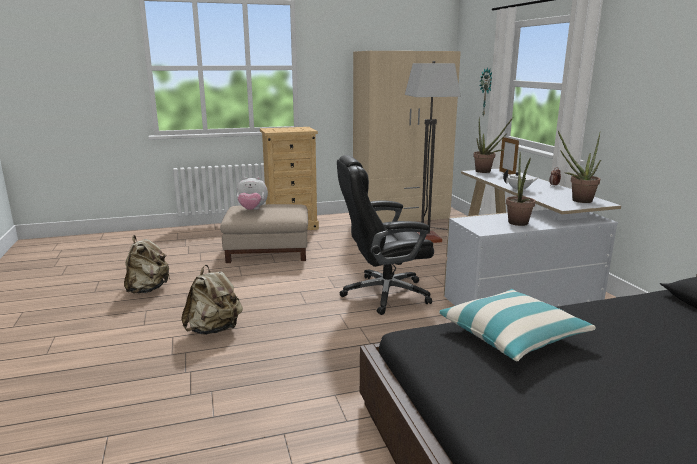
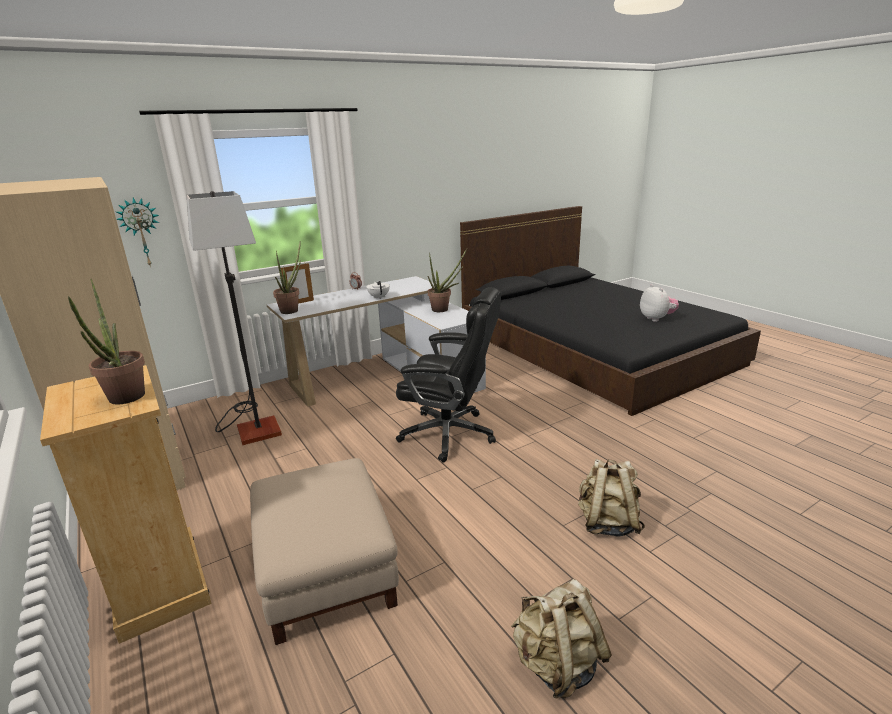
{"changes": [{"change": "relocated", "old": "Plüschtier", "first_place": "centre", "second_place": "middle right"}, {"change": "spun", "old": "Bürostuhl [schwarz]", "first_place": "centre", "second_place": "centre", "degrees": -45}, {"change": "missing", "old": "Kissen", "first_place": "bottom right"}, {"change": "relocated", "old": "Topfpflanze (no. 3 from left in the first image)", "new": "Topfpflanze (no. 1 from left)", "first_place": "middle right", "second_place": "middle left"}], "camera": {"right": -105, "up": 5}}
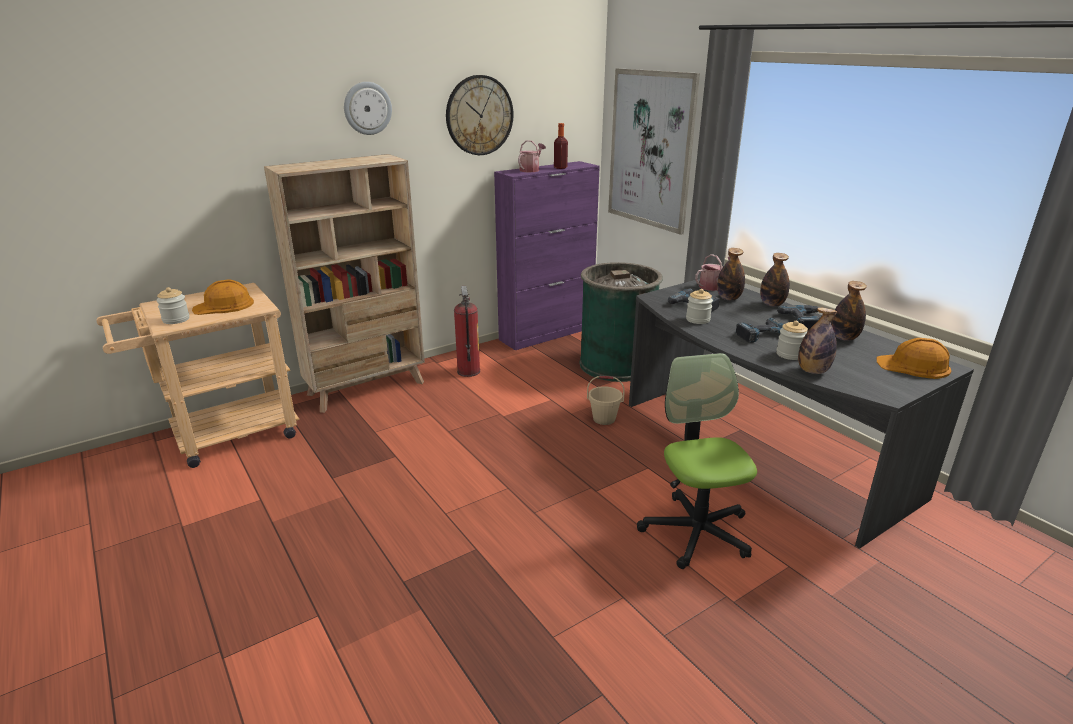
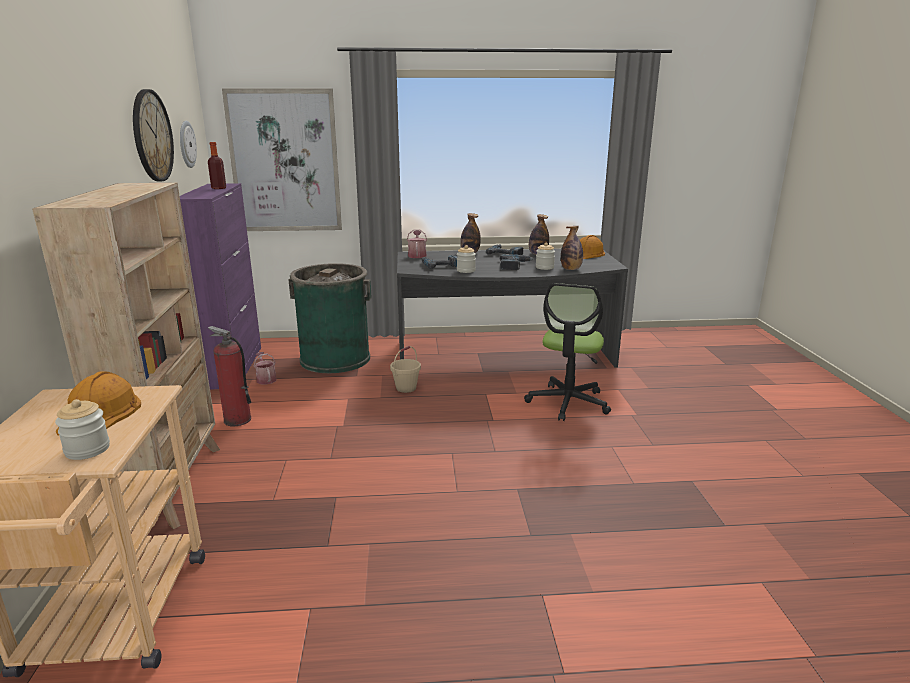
{"changes": [{"change": "relocated", "old": "Wanduhr (no. 1 from left in the first image)", "new": "Wanduhr (no. 2 from left)", "first_place": "top centre", "second_place": "top left"}, {"change": "relocated", "old": "Gießkanne (no. 1 from left)", "first_place": "top centre", "second_place": "middle left"}, {"change": "spun", "old": "Bürostuhl", "first_place": "centre", "second_place": "centre", "degrees": -90}, {"change": "missing", "old": "Flasche (no. 2 from left)", "first_place": "middle right"}], "camera": {"right": -60, "up": -5}}
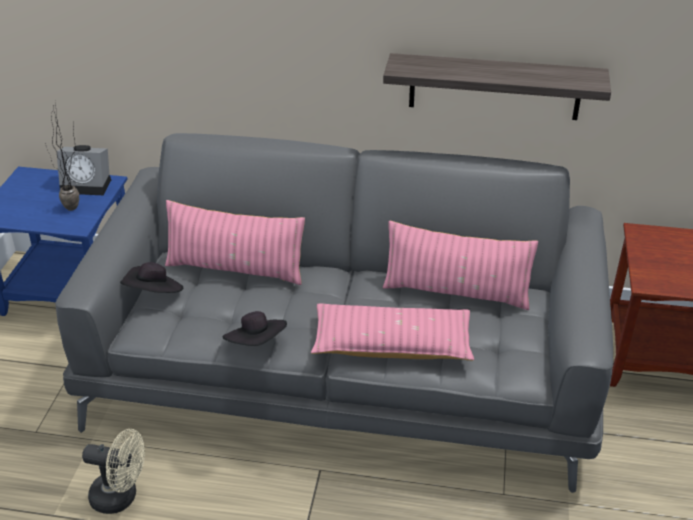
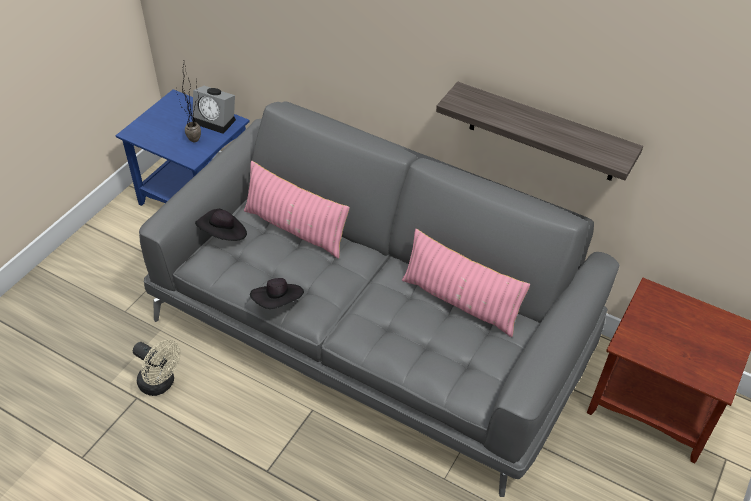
{"changes": [{"change": "missing", "old": "Kissen [rosa] (no. 2 from left)", "first_place": "centre"}], "camera": {"right": 20, "up": 10}}
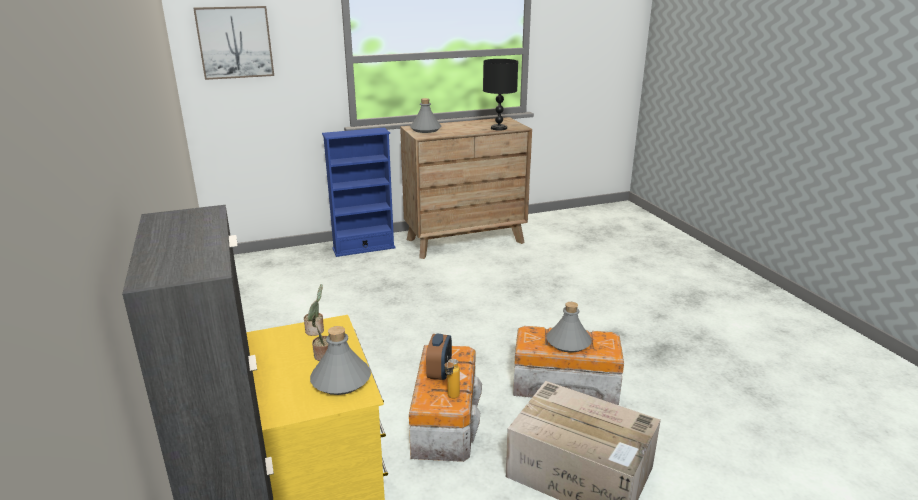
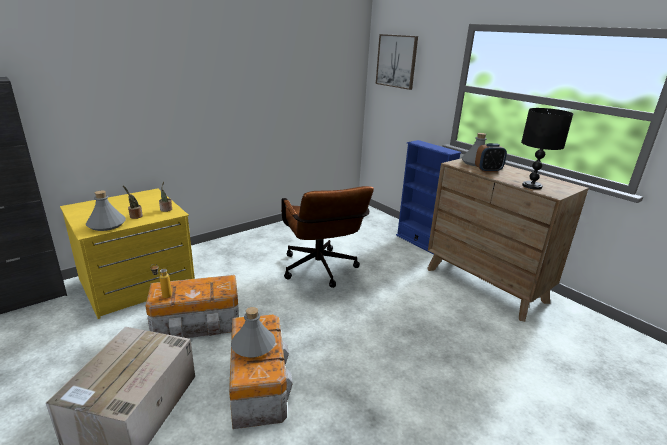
{"changes": [{"change": "relocated", "old": "Wecker", "first_place": "bottom centre", "second_place": "middle right"}, {"change": "appeared", "new": "Bürostuhl [braun]", "second_place": "centre"}], "camera": {"right": 70, "up": 0}}
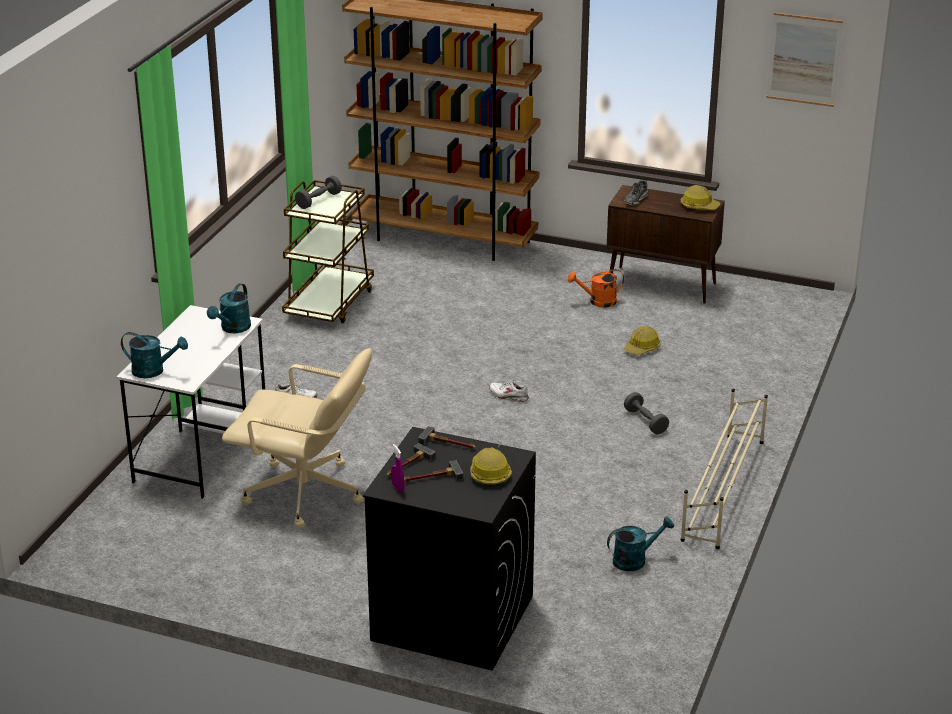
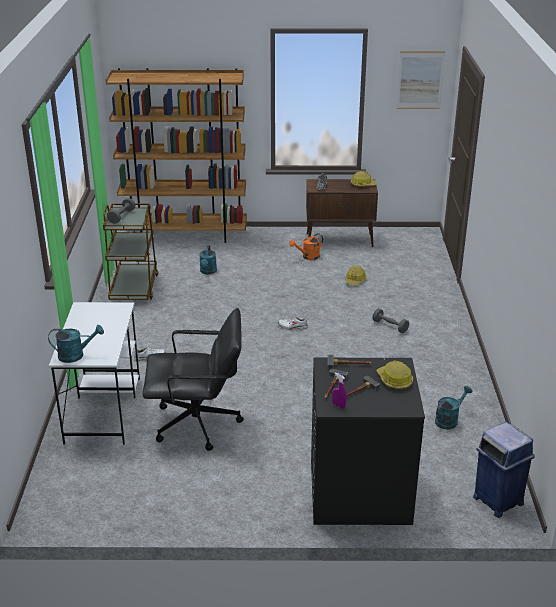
{"changes": [{"change": "relocated", "old": "Gießkanne [türkis] (no. 2 from left)", "first_place": "middle left", "second_place": "centre"}, {"change": "colour", "old": "Bürostuhl [beige]", "new": "Bürostuhl [schwarz]", "first_place": "middle left", "second_place": "centre"}, {"change": "missing", "old": "Schuhregal [beige]", "first_place": "middle right"}, {"change": "appeared", "new": "Mülleimer [blau]", "second_place": "bottom right"}], "camera": {"right": -20, "up": 0}}
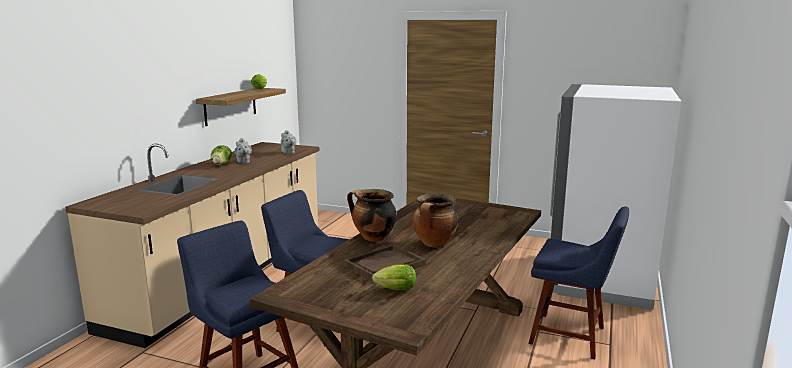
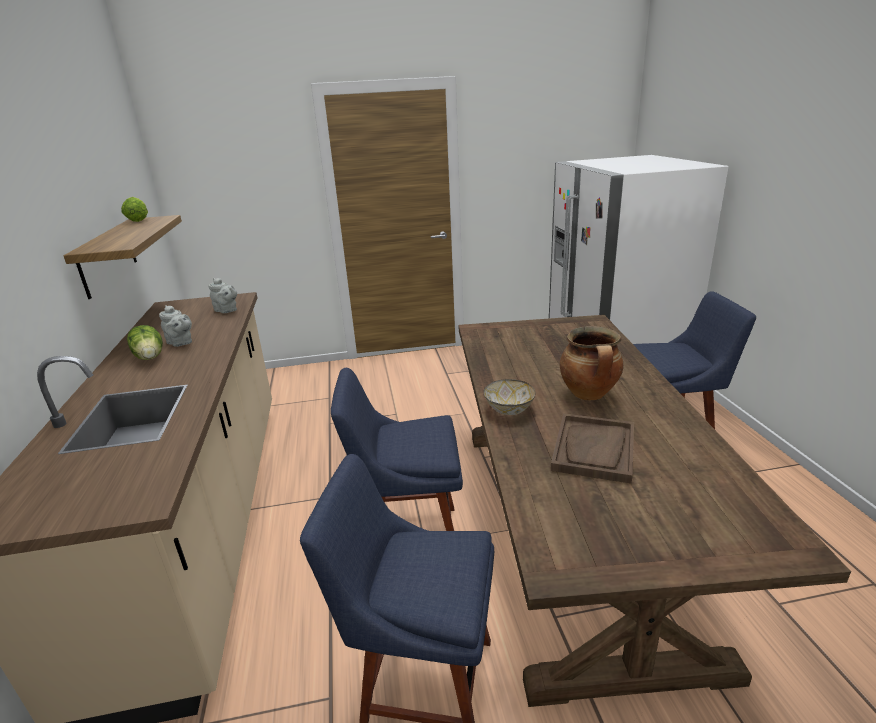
{"changes": [{"change": "exchanged", "old": "Kochtopf (no. 1 from left)", "new": "Schüssel", "first_place": "centre", "second_place": "centre"}, {"change": "missing", "old": "Salatkopf (no. 3 from left)", "first_place": "bottom centre"}], "camera": {"right": -30, "up": 10}}
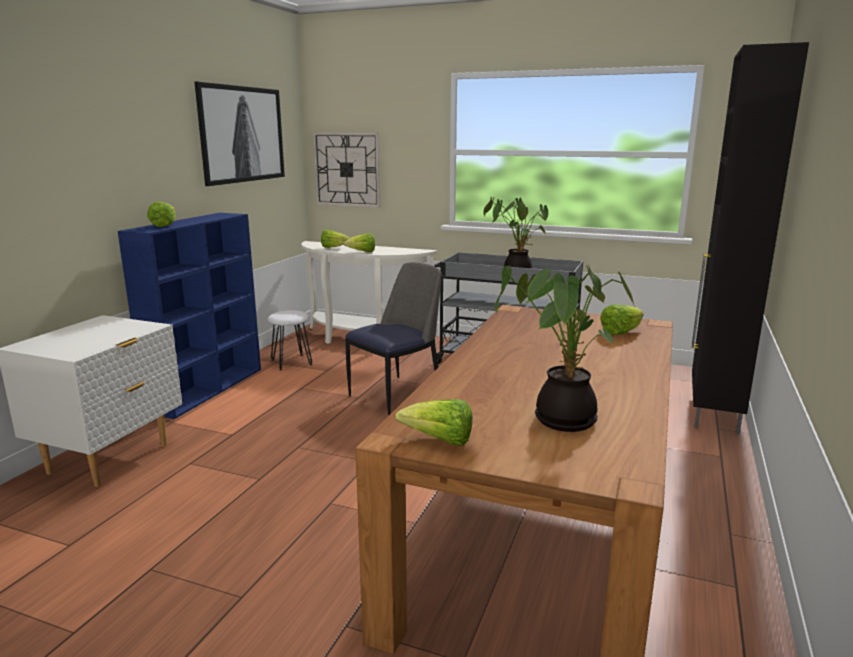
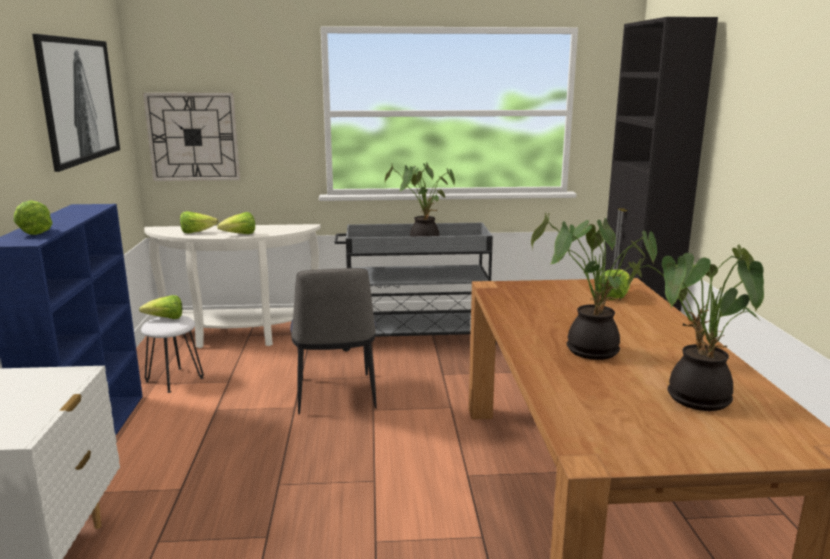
{"changes": [{"change": "spun", "old": "Stuhl", "first_place": "centre", "second_place": "centre", "degrees": 150}, {"change": "relocated", "old": "Salatkopf (no. 4 from left in the first image)", "new": "Salatkopf (no. 2 from left)", "first_place": "centre", "second_place": "middle left"}, {"change": "appeared", "new": "Topfpflanze (no. 2 from left)", "second_place": "middle right"}], "camera": {"right": -25, "up": 0}}
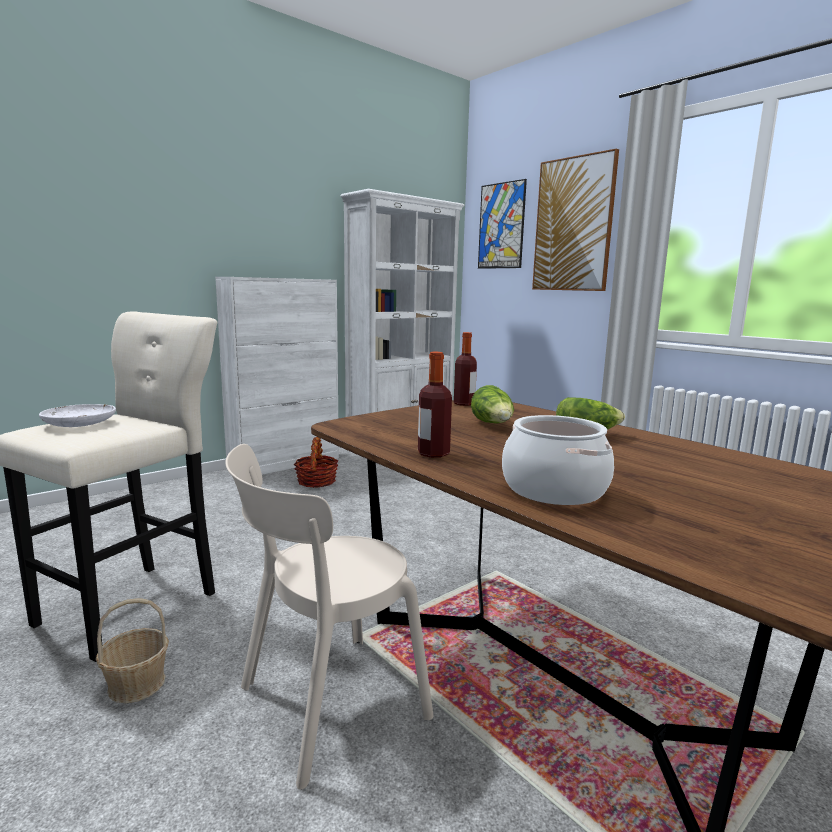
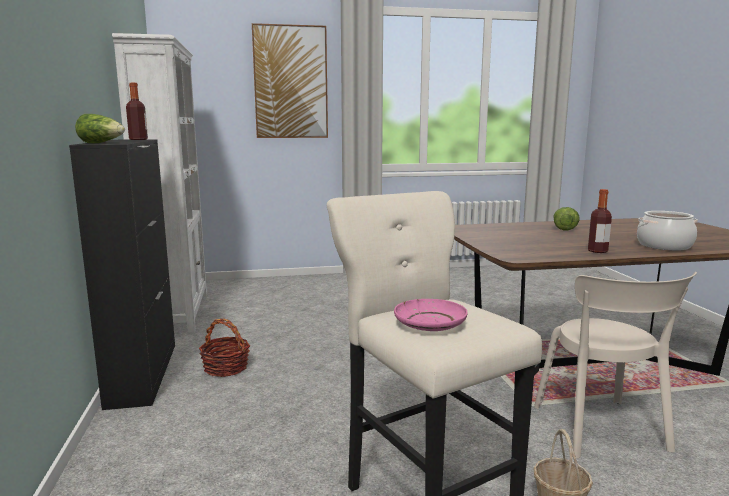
{"changes": [{"change": "colour", "old": "Teller [weiß]", "new": "Teller [rosa]", "first_place": "middle left", "second_place": "centre"}, {"change": "colour", "old": "Schrank [weiß]", "new": "Schrank [schwarz]", "first_place": "middle left", "second_place": "middle left"}, {"change": "relocated", "old": "Flasche (no. 2 from left in the first image)", "new": "Flasche (no. 1 from left)", "first_place": "centre", "second_place": "top left"}, {"change": "relocated", "old": "Salatkopf (no. 1 from left)", "first_place": "centre", "second_place": "top left"}, {"change": "missing", "old": "Bild (no. 1 from left)", "first_place": "top centre"}], "camera": {"right": -60, "up": 0}}
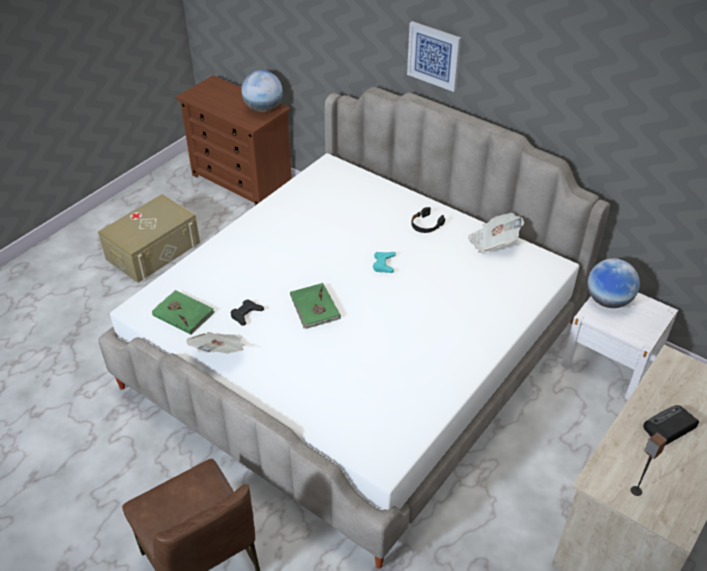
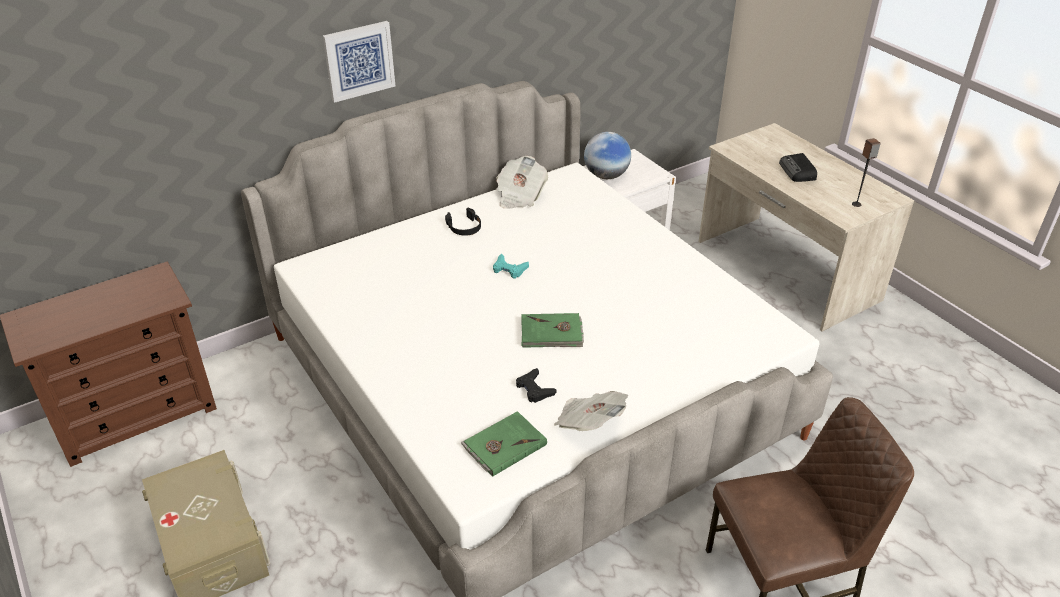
{"changes": [{"change": "missing", "old": "Globus (no. 1 from left)", "first_place": "top centre"}], "camera": {"right": -70, "up": -5}}
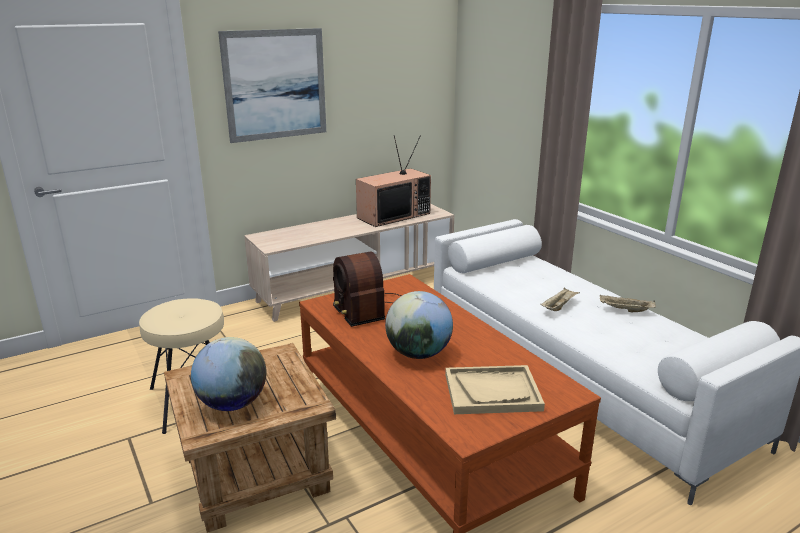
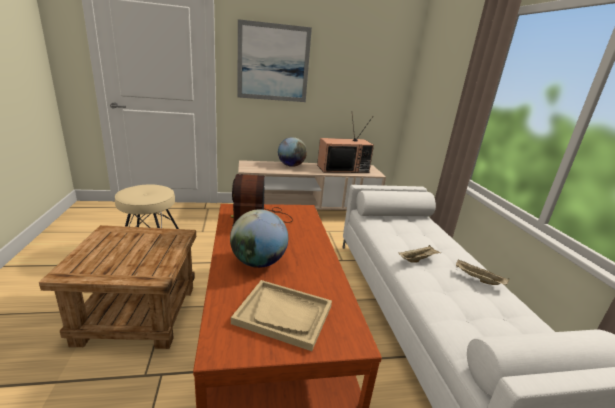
{"changes": [{"change": "relocated", "old": "Globus (no. 1 from left in the first image)", "new": "Globus (no. 2 from left)", "first_place": "bottom left", "second_place": "centre"}], "camera": {"right": 20, "up": 0}}
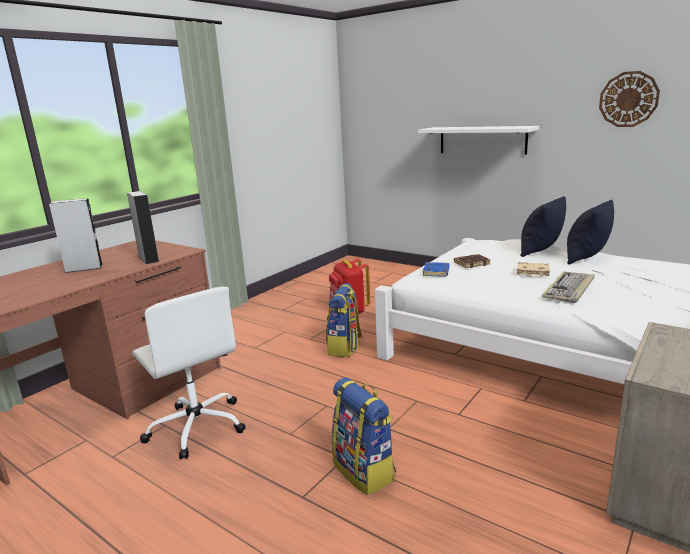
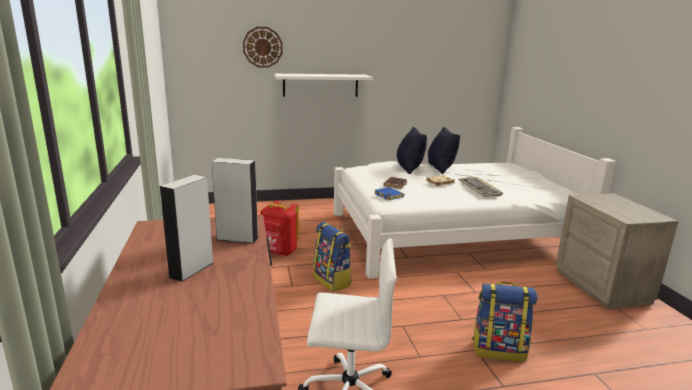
{"changes": [{"change": "relocated", "old": "Wanduhr", "first_place": "top right", "second_place": "top centre"}], "camera": {"right": -50, "up": 0}}
